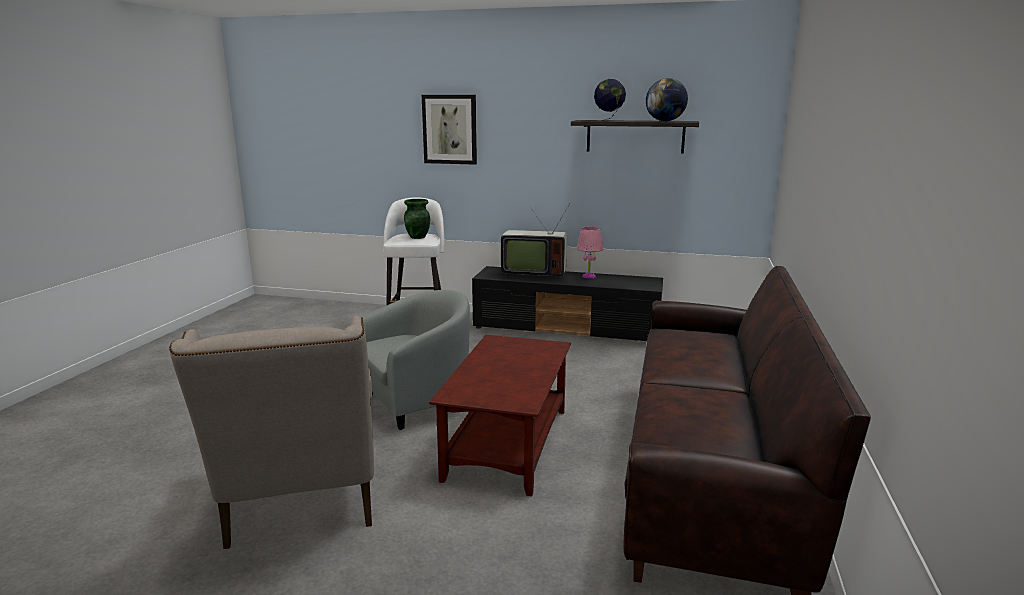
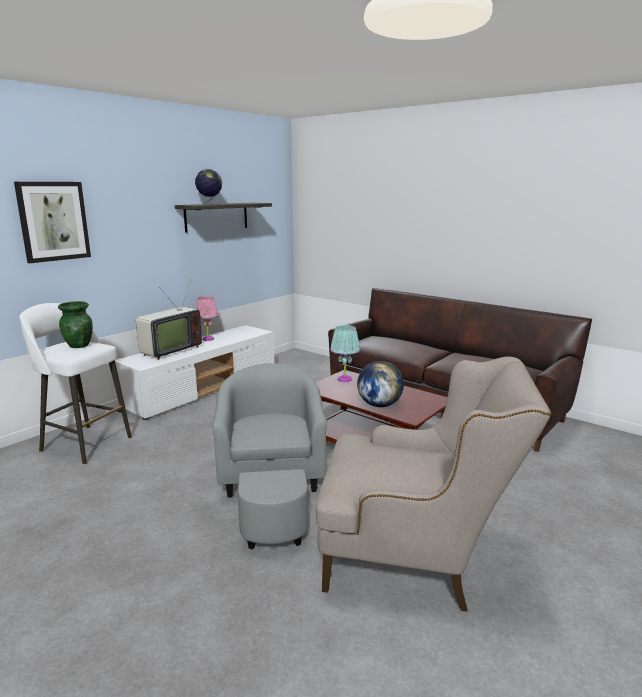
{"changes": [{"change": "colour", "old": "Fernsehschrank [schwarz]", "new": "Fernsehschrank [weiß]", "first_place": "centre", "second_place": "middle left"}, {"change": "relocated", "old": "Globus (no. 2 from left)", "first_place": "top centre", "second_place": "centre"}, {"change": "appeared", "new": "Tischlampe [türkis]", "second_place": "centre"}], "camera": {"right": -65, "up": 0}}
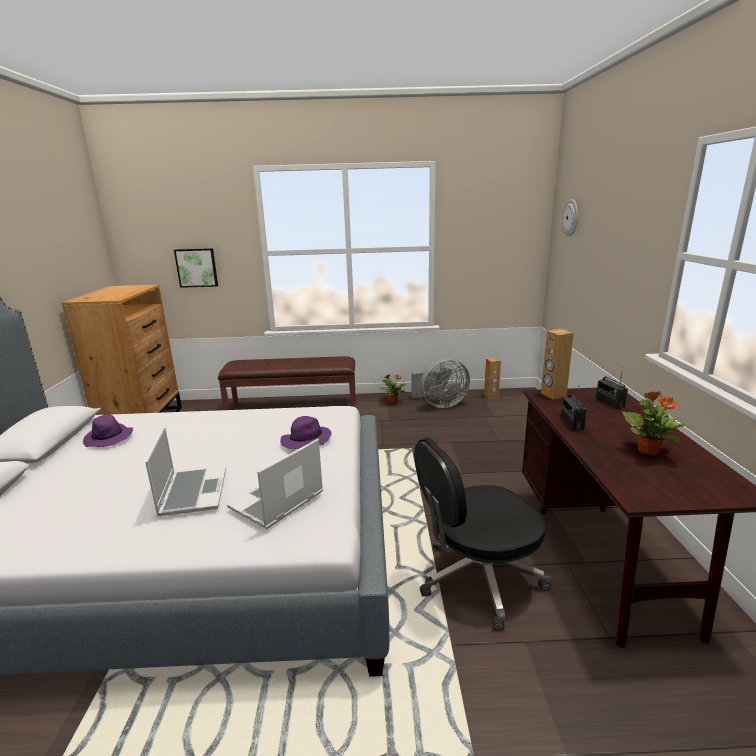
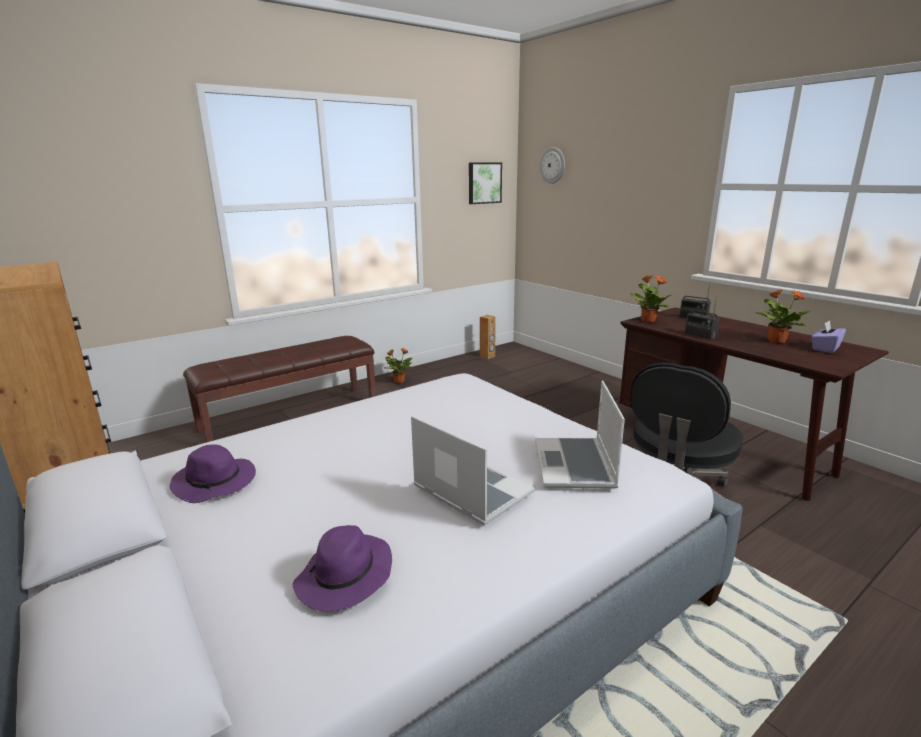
{"changes": [{"change": "relocated", "old": "Bild", "first_place": "middle left", "second_place": "top centre"}, {"change": "relocated", "old": "Hut [lila] (no. 2 from left)", "first_place": "centre", "second_place": "bottom centre"}, {"change": "missing", "old": "Ventilator [grau]", "first_place": "centre"}, {"change": "exchanged", "old": "Lautsprecher [braun] (no. 2 from left)", "new": "Topfpflanze (no. 2 from left)", "first_place": "middle right", "second_place": "middle right"}, {"change": "appeared", "new": "Taschentuchbox [lila]", "second_place": "middle right"}], "camera": {"right": -35, "up": 0}}
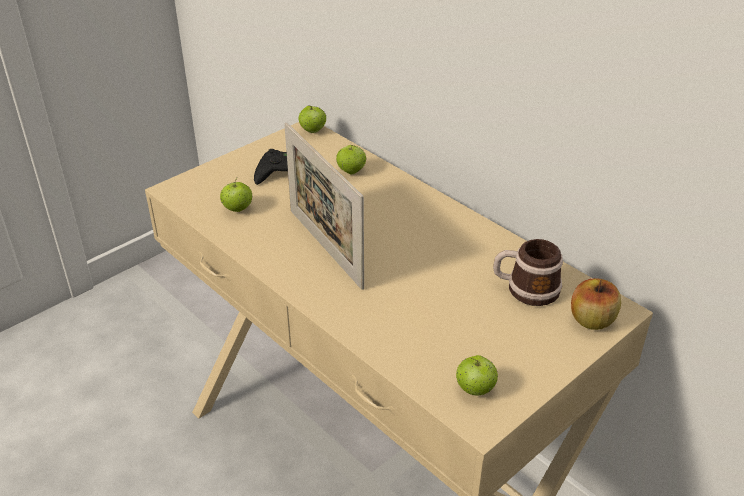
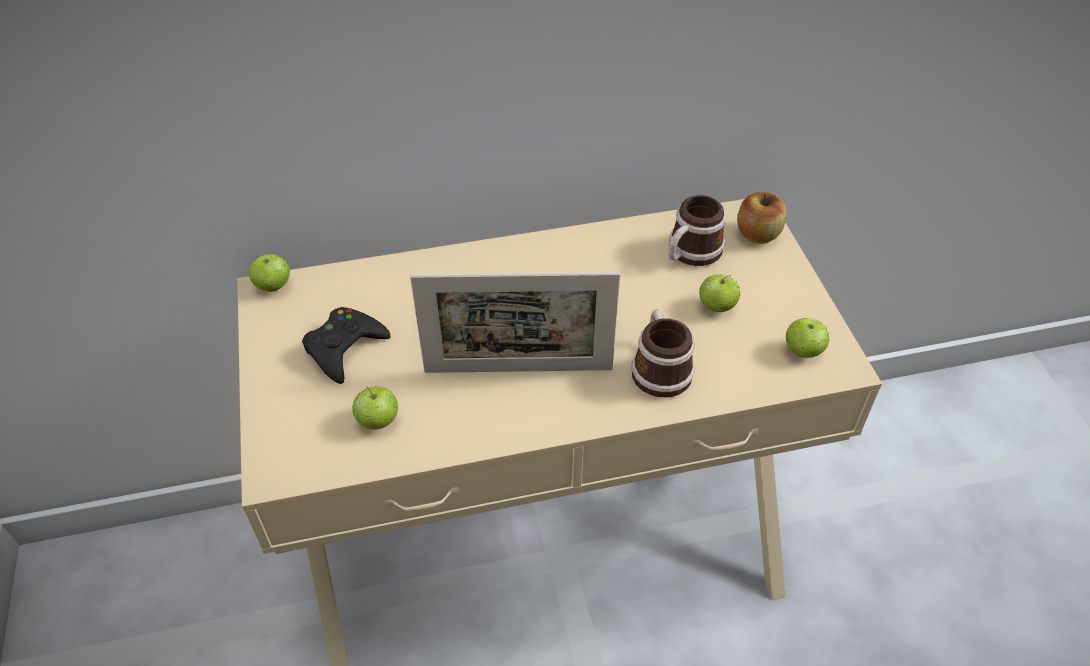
{"changes": [{"change": "relocated", "old": "Apfel (no. 3 from left)", "first_place": "top centre", "second_place": "centre"}, {"change": "appeared", "new": "Henkelbecher (no. 1 from left)", "second_place": "centre"}], "camera": {"right": -60, "up": 10}}
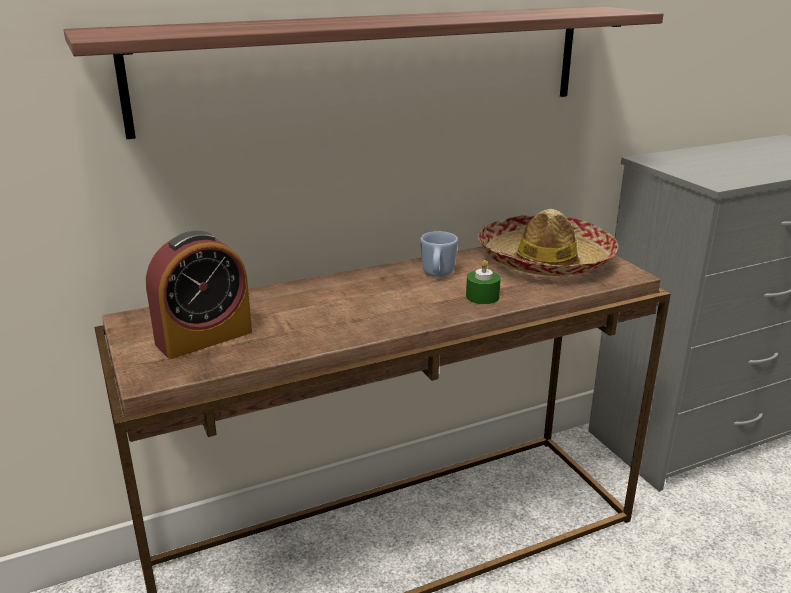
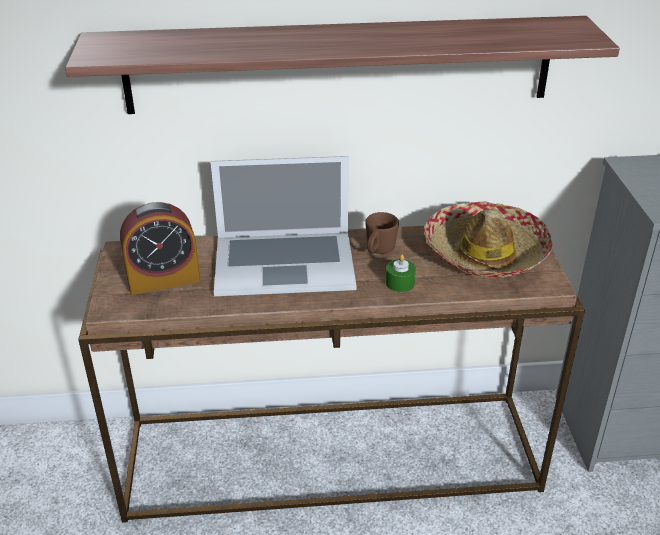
{"changes": [{"change": "colour", "old": "Henkelbecher [blau]", "new": "Henkelbecher [braun]", "first_place": "centre", "second_place": "centre"}, {"change": "appeared", "new": "Laptop", "second_place": "centre"}], "camera": {"right": 20, "up": 10}}
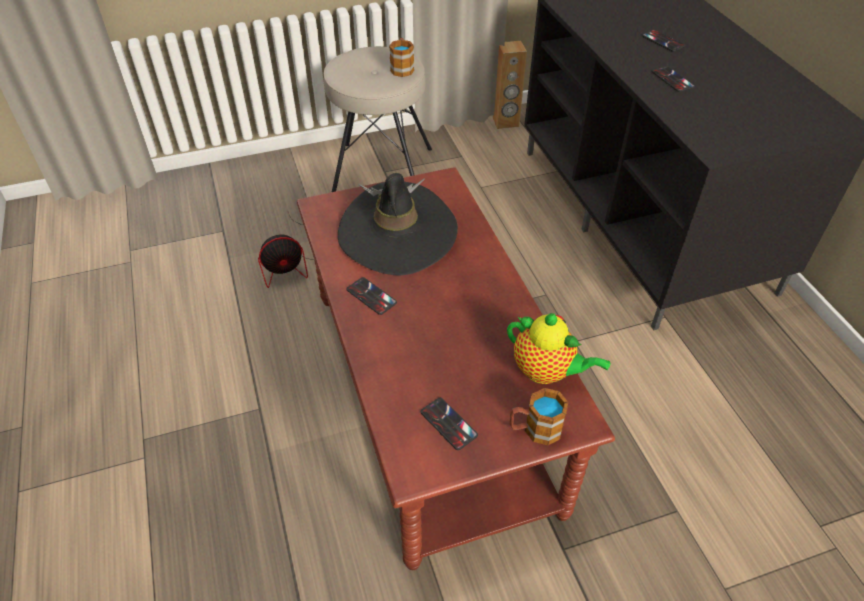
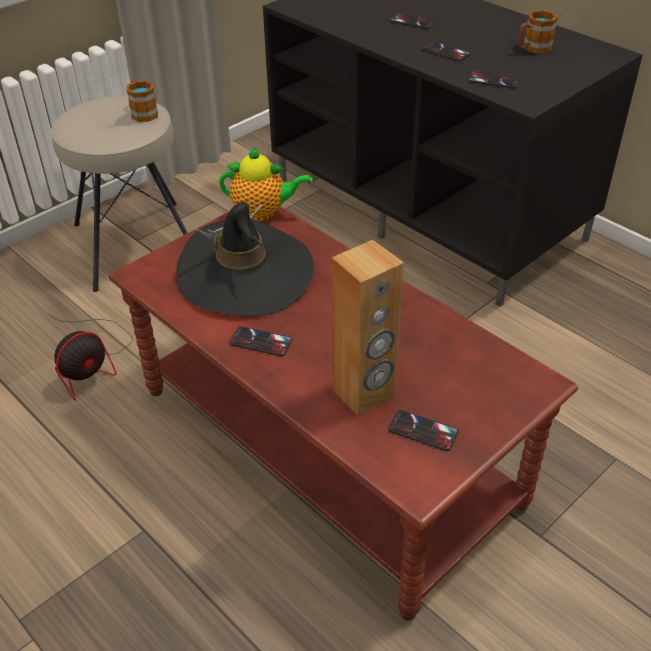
{"changes": [{"change": "relocated", "old": "Lautsprecher [braun]", "first_place": "top centre", "second_place": "centre"}, {"change": "relocated", "old": "Teekanne", "first_place": "centre", "second_place": "top centre"}, {"change": "relocated", "old": "Henkelbecher (no. 2 from left)", "first_place": "bottom centre", "second_place": "top right"}, {"change": "appeared", "new": "Handy (no. 5 from left)", "second_place": "top right"}], "camera": {"right": -25, "up": -5}}
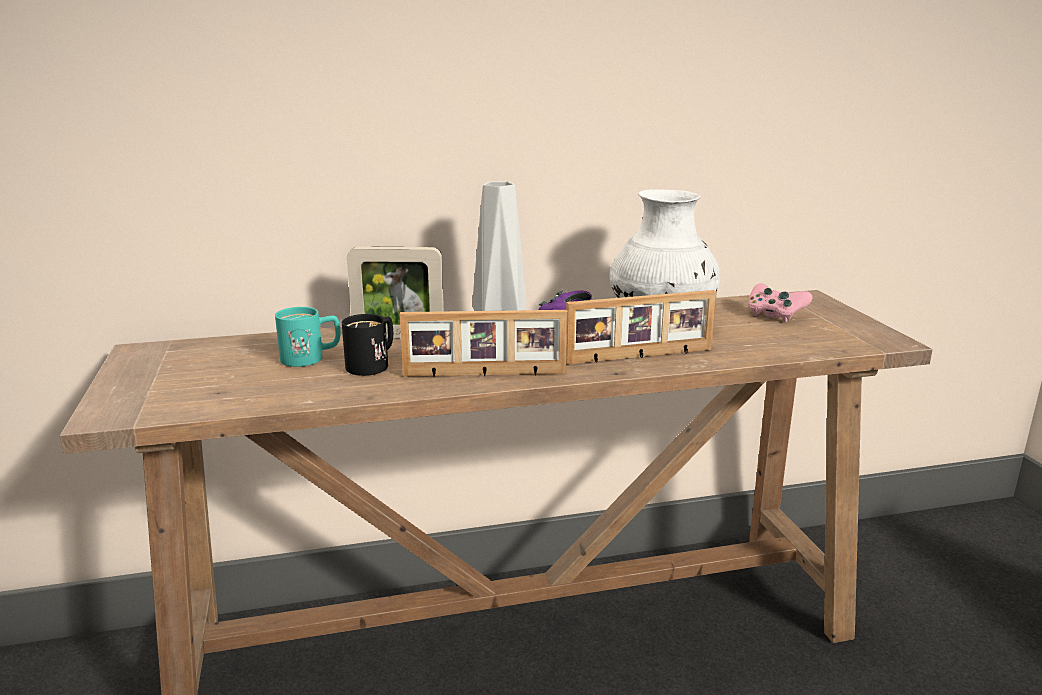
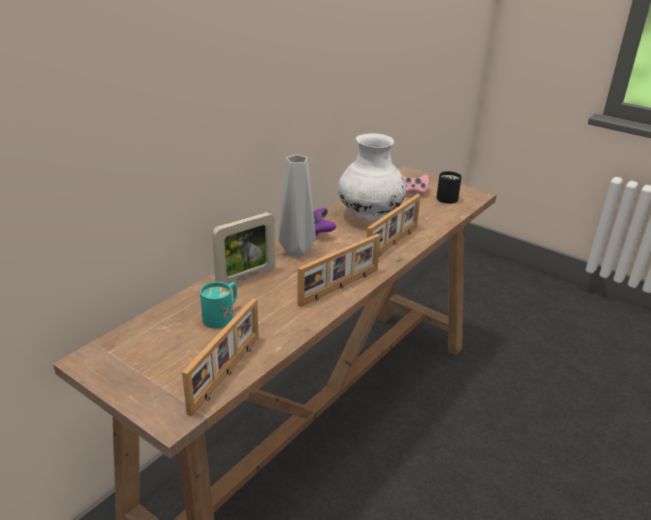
{"changes": [{"change": "relocated", "old": "Henkelbecher [schwarz]", "first_place": "centre", "second_place": "middle right"}, {"change": "appeared", "new": "Bilderrahmen (no. 1 from left)", "second_place": "bottom centre"}], "camera": {"right": -40, "up": 10}}
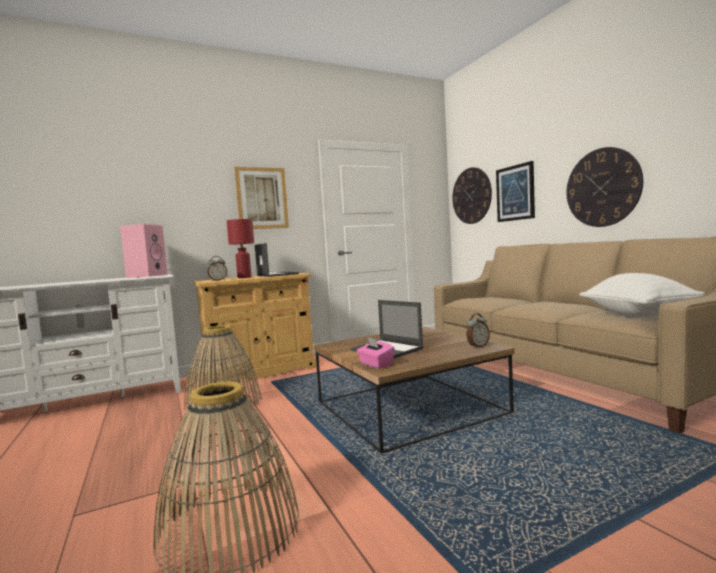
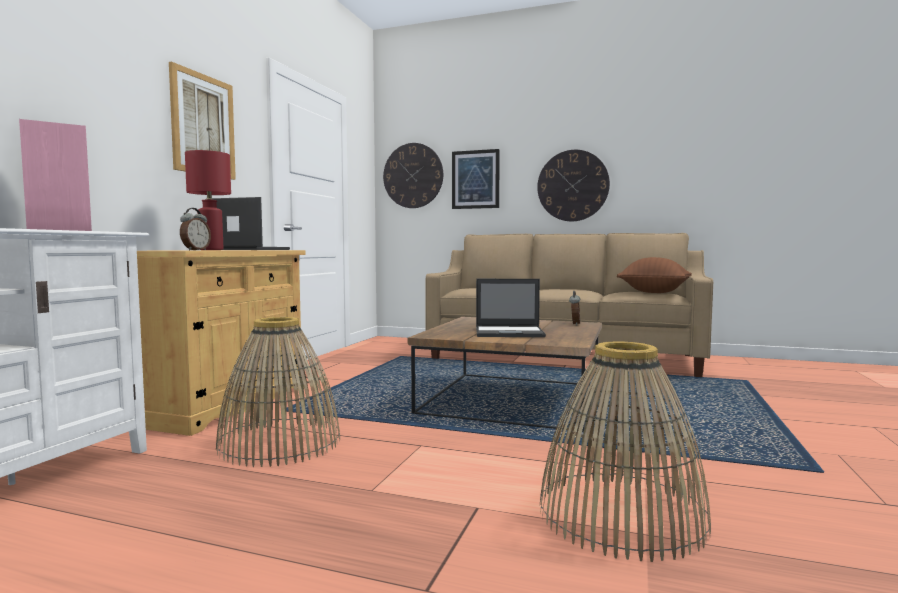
{"changes": [{"change": "missing", "old": "Taschentuchbox [rosa]", "first_place": "centre"}, {"change": "colour", "old": "Kissen [weiß]", "new": "Kissen [braun]", "first_place": "middle right", "second_place": "middle right"}], "camera": {"right": -45, "up": 0}}
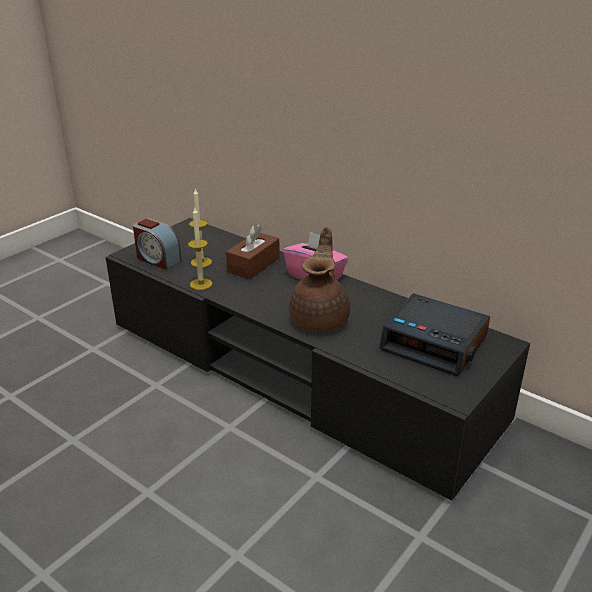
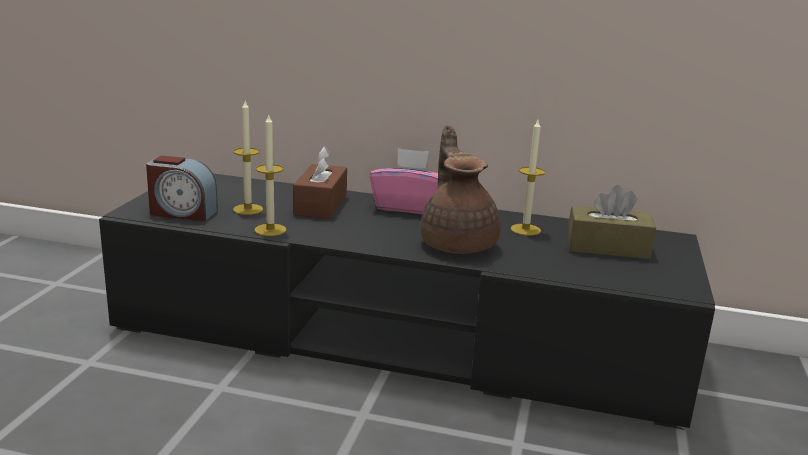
{"changes": [{"change": "exchanged", "old": "Wecker (no. 2 from left)", "new": "Taschentuchbox [braun] (no. 2 from left)", "first_place": "middle right", "second_place": "middle right"}, {"change": "appeared", "new": "Kerze (no. 3 from left)", "second_place": "centre"}], "camera": {"right": -25, "up": -10}}
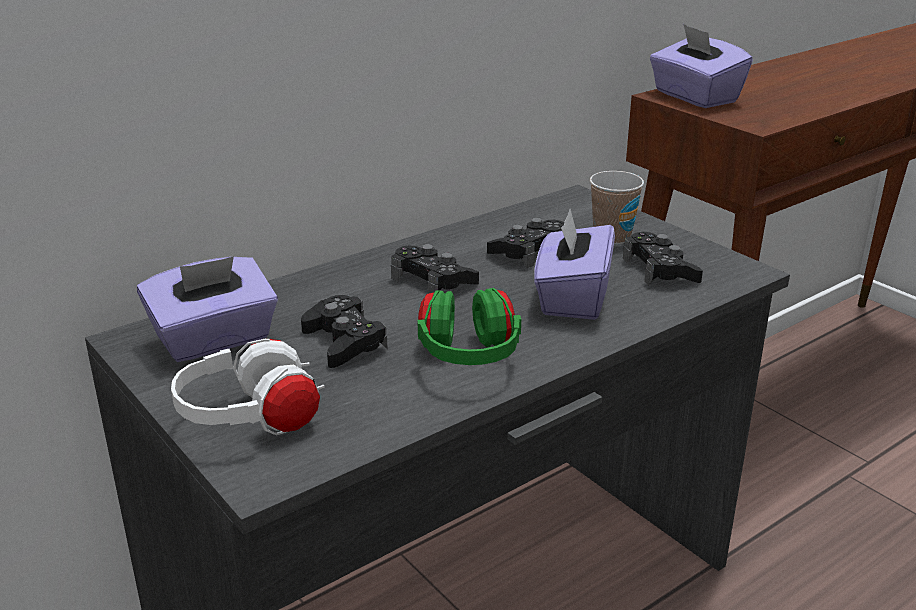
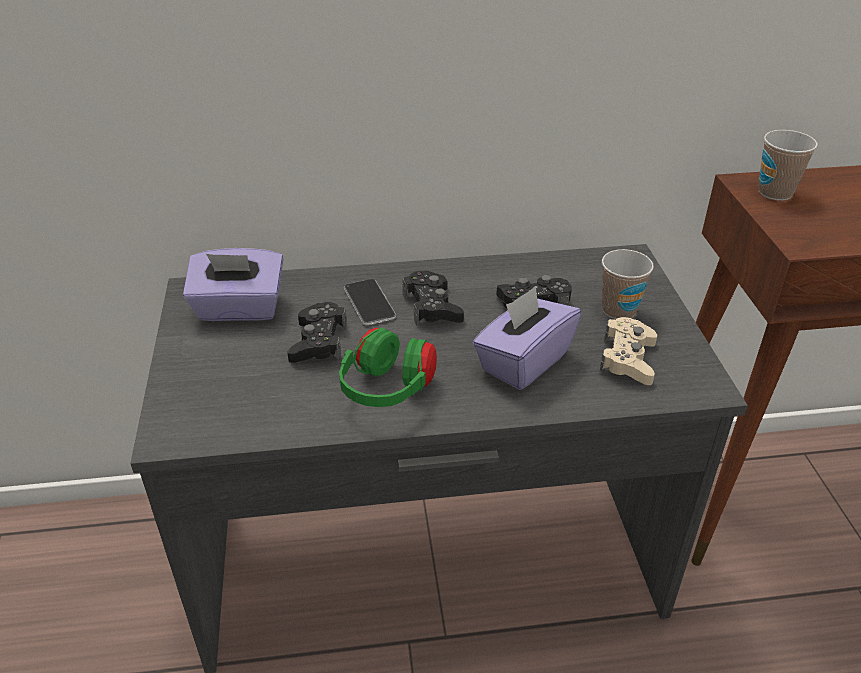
{"changes": [{"change": "missing", "old": "Kopfhörer [weiß]", "first_place": "middle left"}, {"change": "colour", "old": "Gamepad [schwarz] (no. 4 from left)", "new": "Gamepad [beige]", "first_place": "middle right", "second_place": "middle right"}, {"change": "exchanged", "old": "Taschentuchbox [lila] (no. 3 from left)", "new": "Tasse (no. 2 from left)", "first_place": "top right", "second_place": "top right"}, {"change": "appeared", "new": "Handy", "second_place": "centre"}], "camera": {"right": 30, "up": 10}}
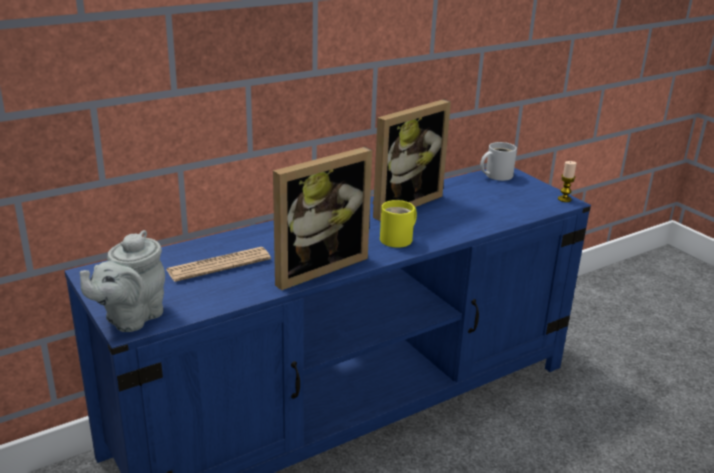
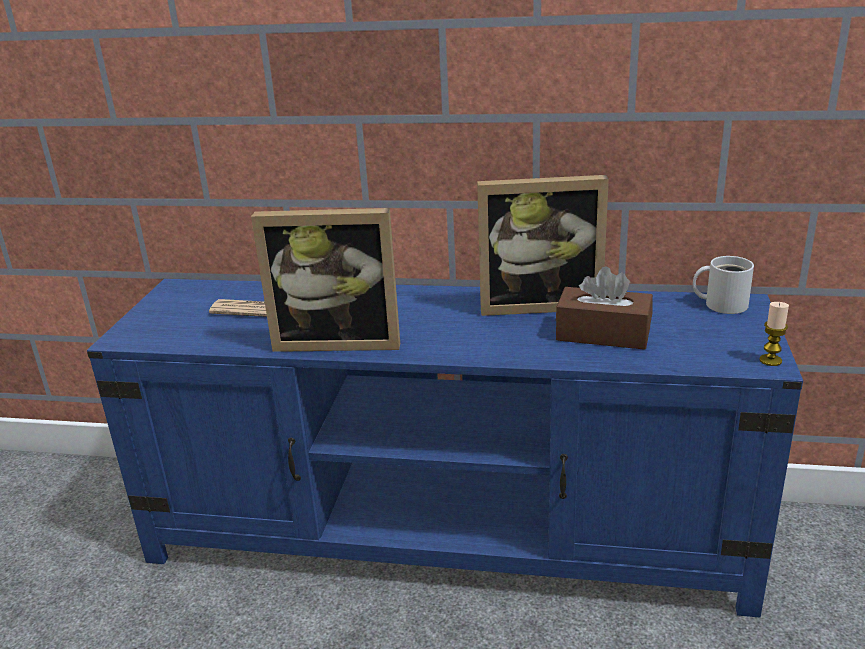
{"changes": [{"change": "missing", "old": "Teekanne [grau]", "first_place": "middle left"}, {"change": "missing", "old": "Henkelbecher [gelb]", "first_place": "centre"}, {"change": "appeared", "new": "Taschentuchbox [braun]", "second_place": "middle right"}], "camera": {"right": 45, "up": 0}}
